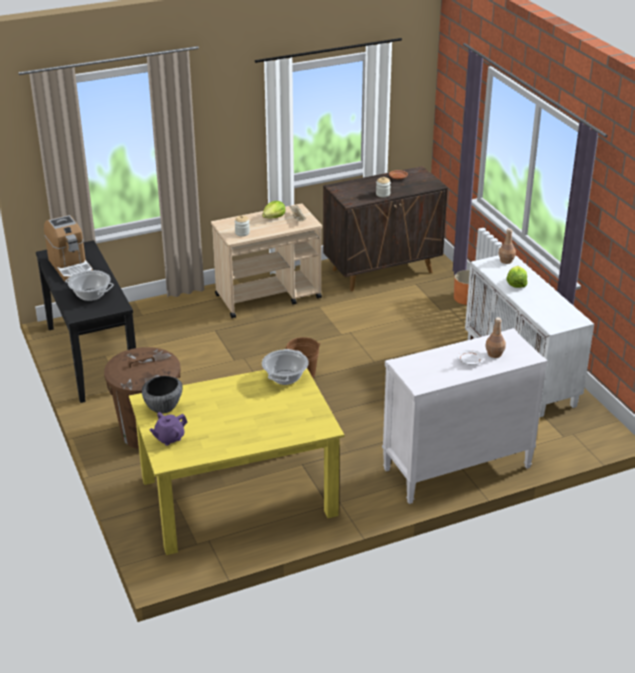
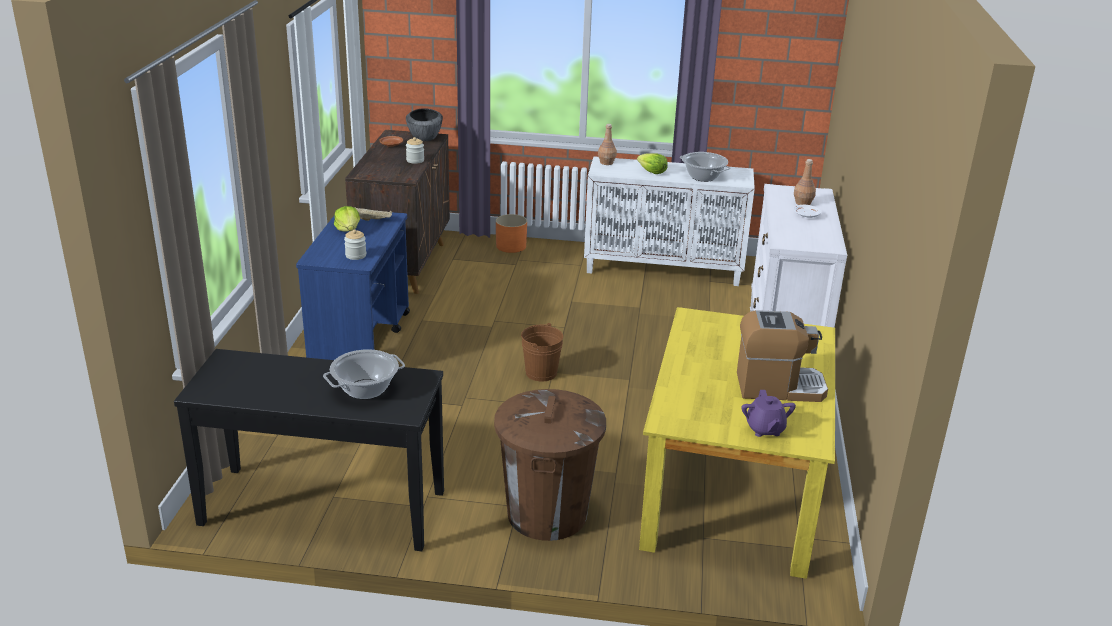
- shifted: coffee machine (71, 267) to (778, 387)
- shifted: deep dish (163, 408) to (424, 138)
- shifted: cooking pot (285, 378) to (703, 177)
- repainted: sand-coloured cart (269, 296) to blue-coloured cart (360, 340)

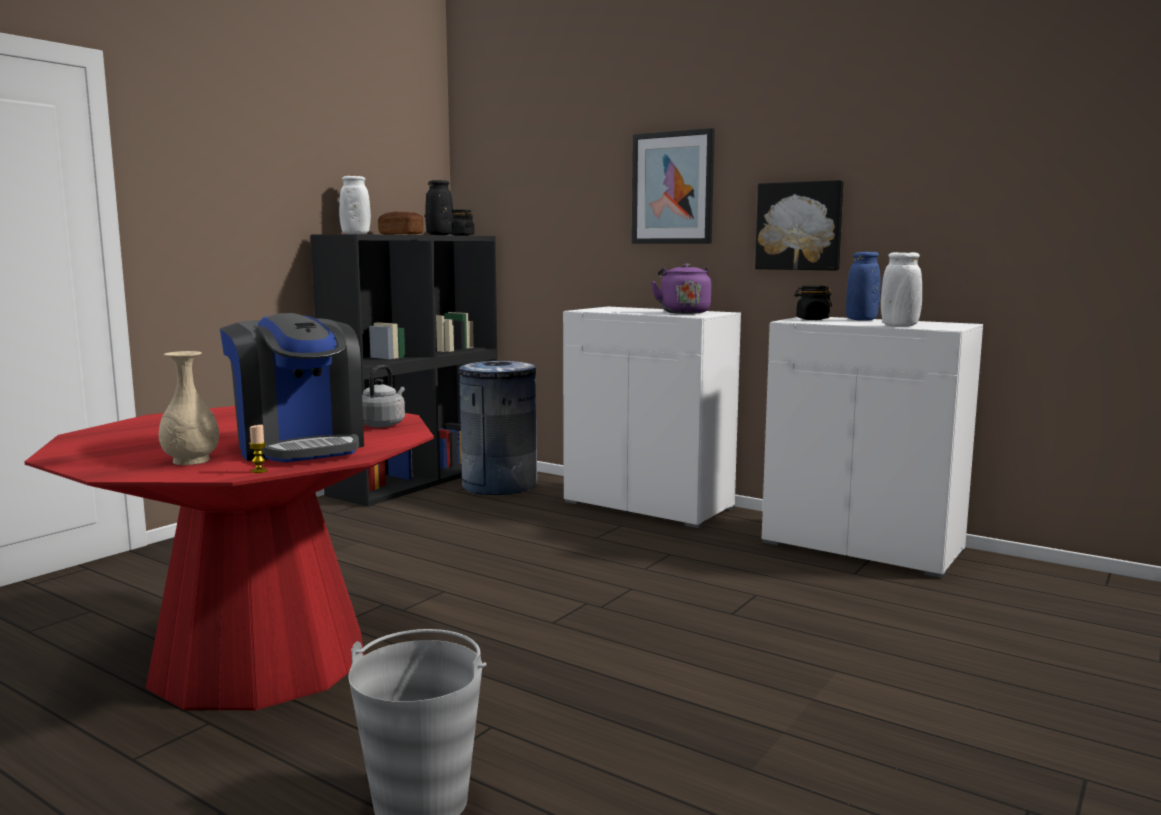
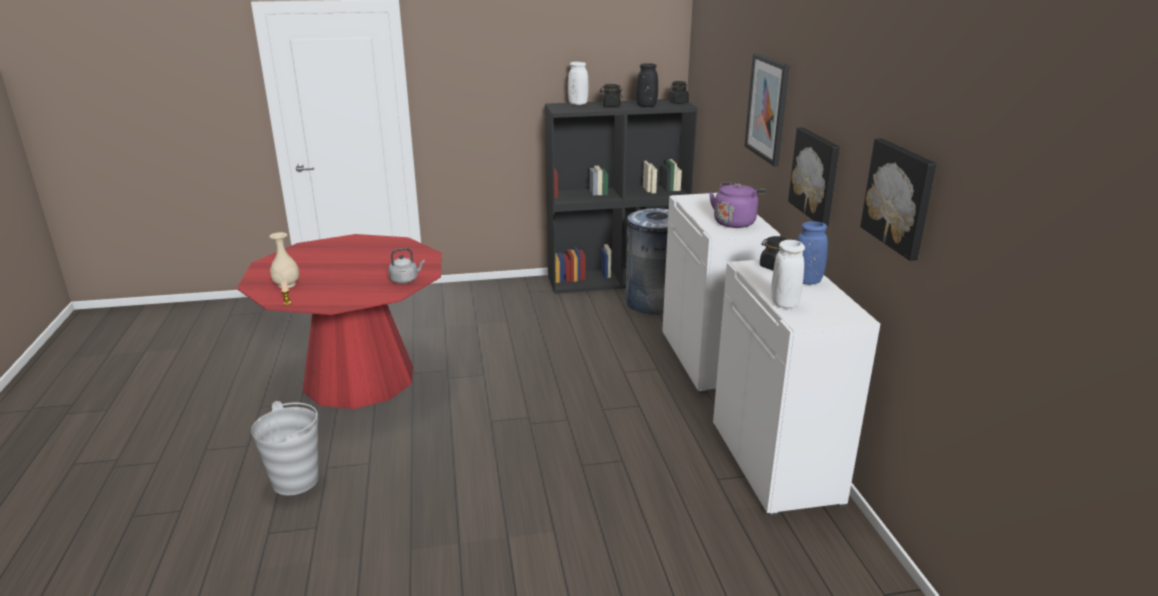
- gone: coffee machine (299, 447)
- new: wall picture (900, 197)
- swapped: baked bread (400, 234) to black-coloured preserve jar (610, 106)

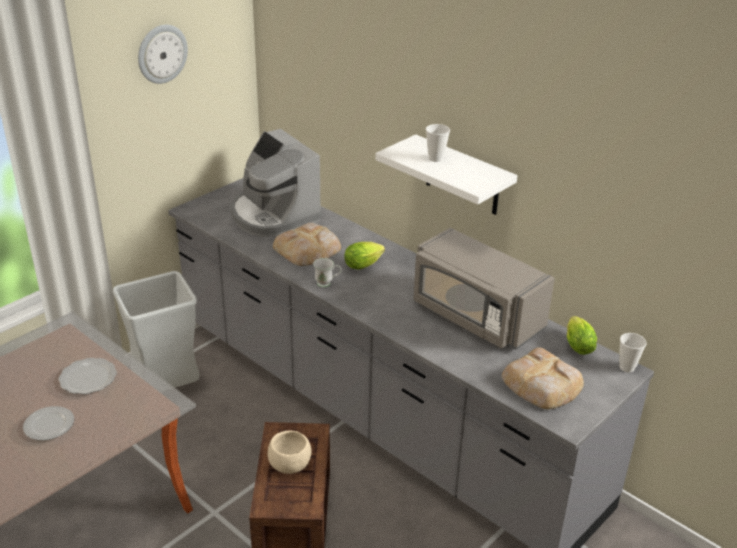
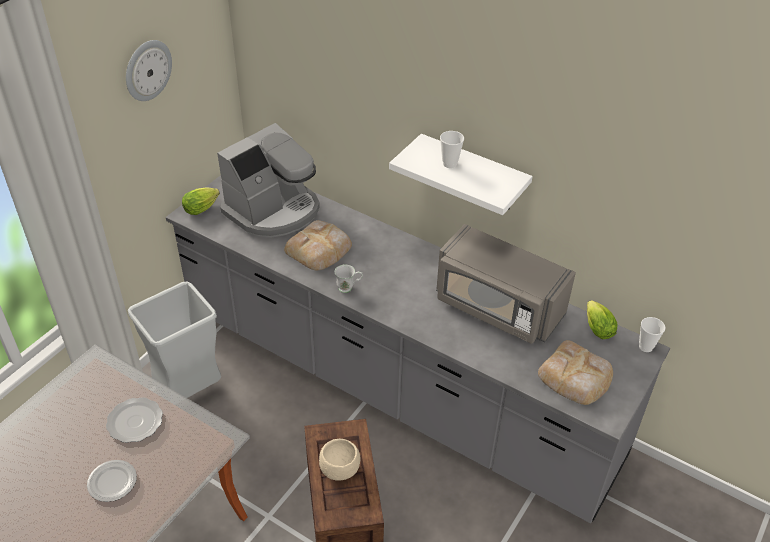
- shifted: lettuce (365, 264) to (203, 208)
- rotated: coffee machine (273, 215) = (274, 211) 90 degrees counterclockwise

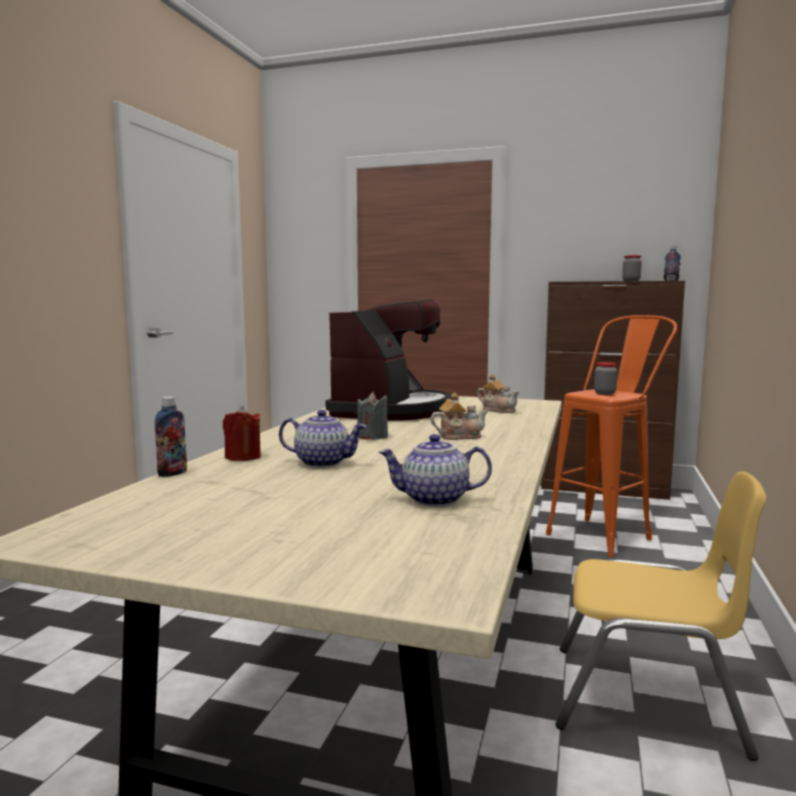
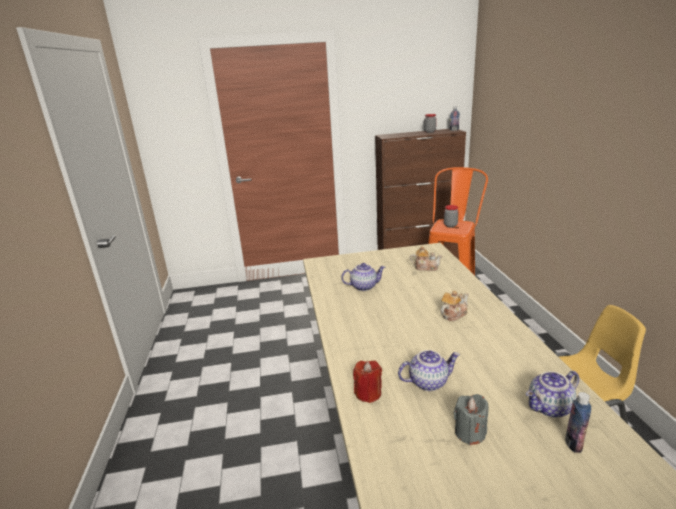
- shifted: drink bottle (172, 473) to (573, 443)
- shifted: grey candle (372, 437) to (470, 433)
- swapped: coffee machine (391, 410) to pot for tea (364, 286)

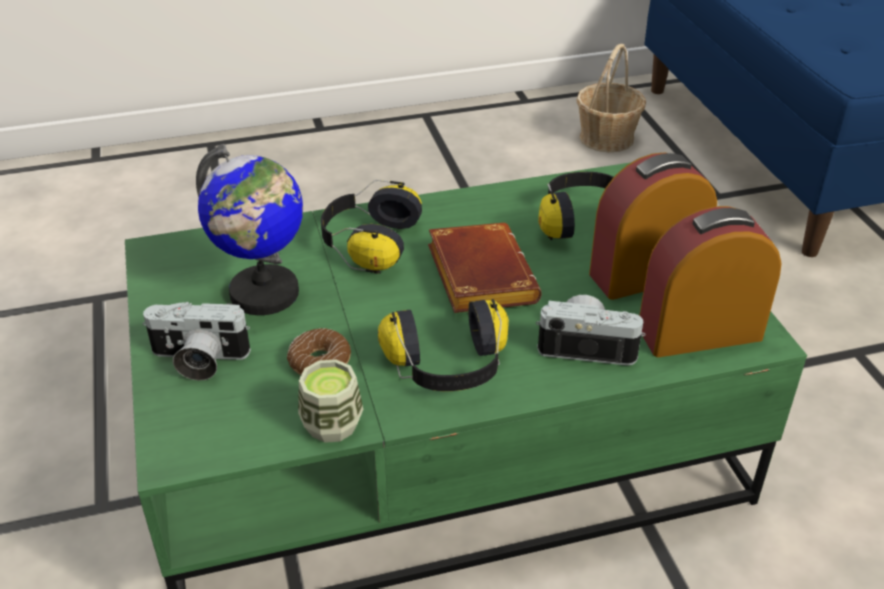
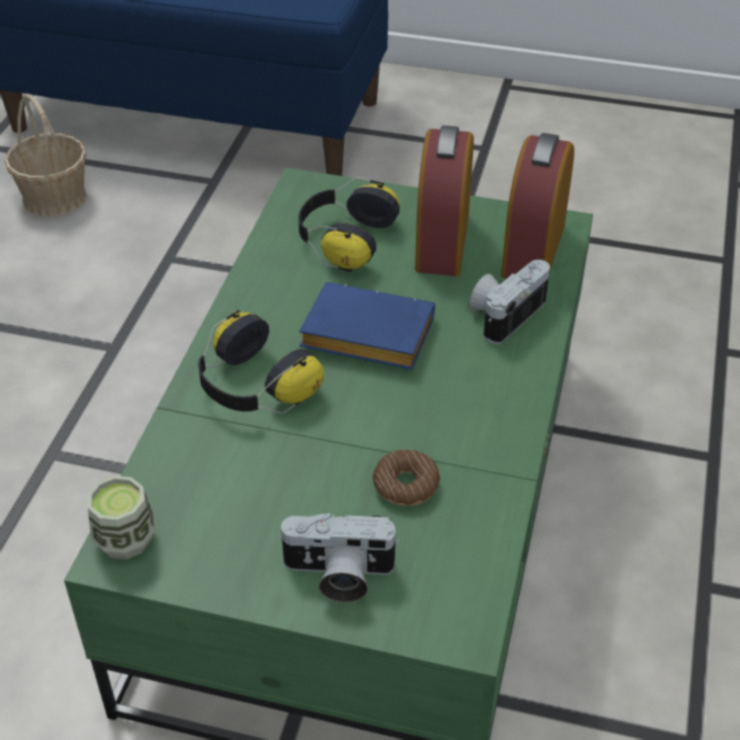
- gone: desk globe (264, 294)
- gone: pair of headphones (449, 368)
- shifted: cup (332, 424) to (125, 539)
- repainted: brown volume (477, 275) to blue-coloured volume (363, 336)
- rotated: still camera (198, 360) = (337, 575) 60 degrees clockwise

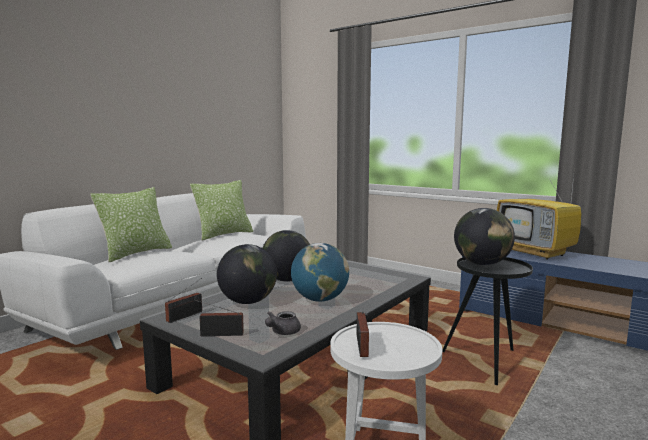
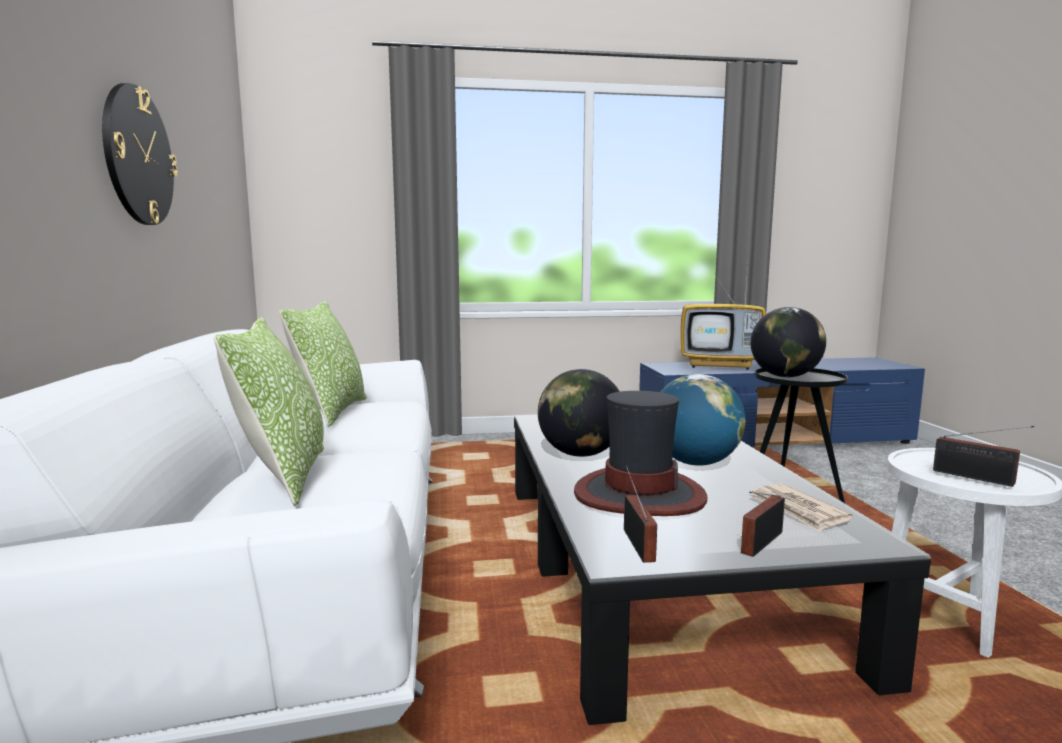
- new: clock on the wall (138, 156)
- swapped: desk globe (248, 302) to wearable hat (638, 494)
- swapped: grey pot for tea (282, 332) to daily paper (797, 510)

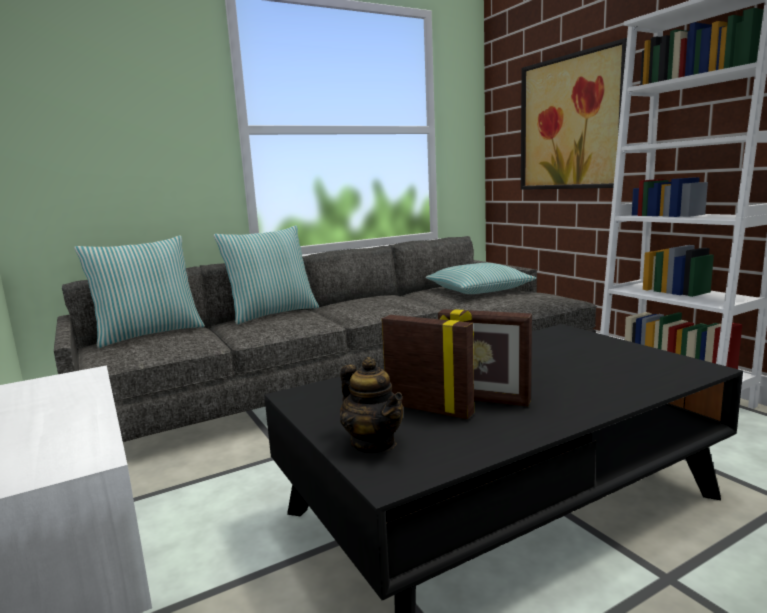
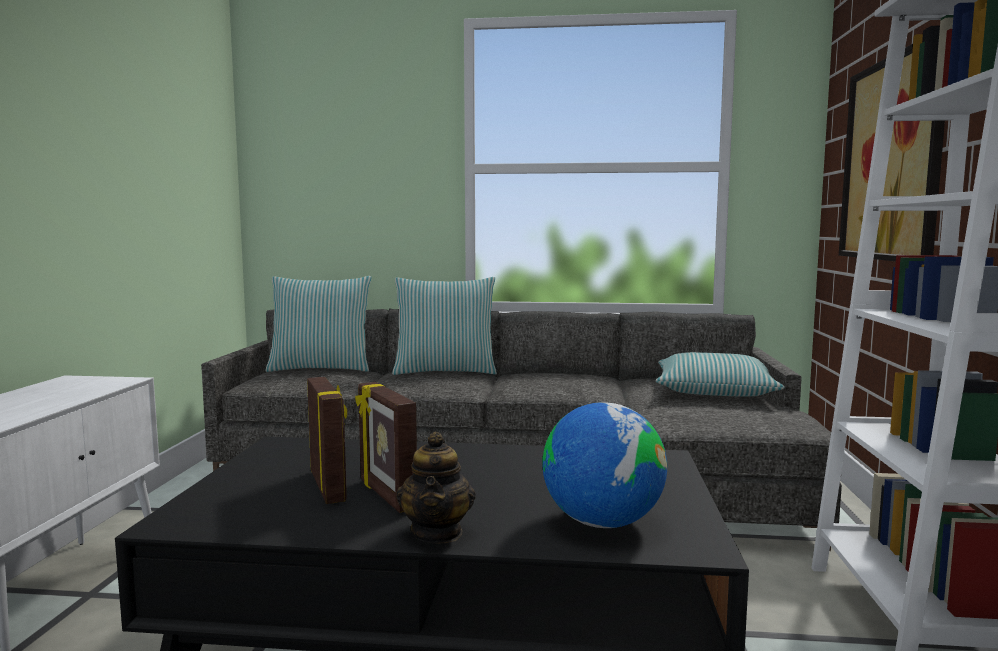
- new: desk globe (602, 522)
- shifted: pot for tea (373, 443) to (437, 532)

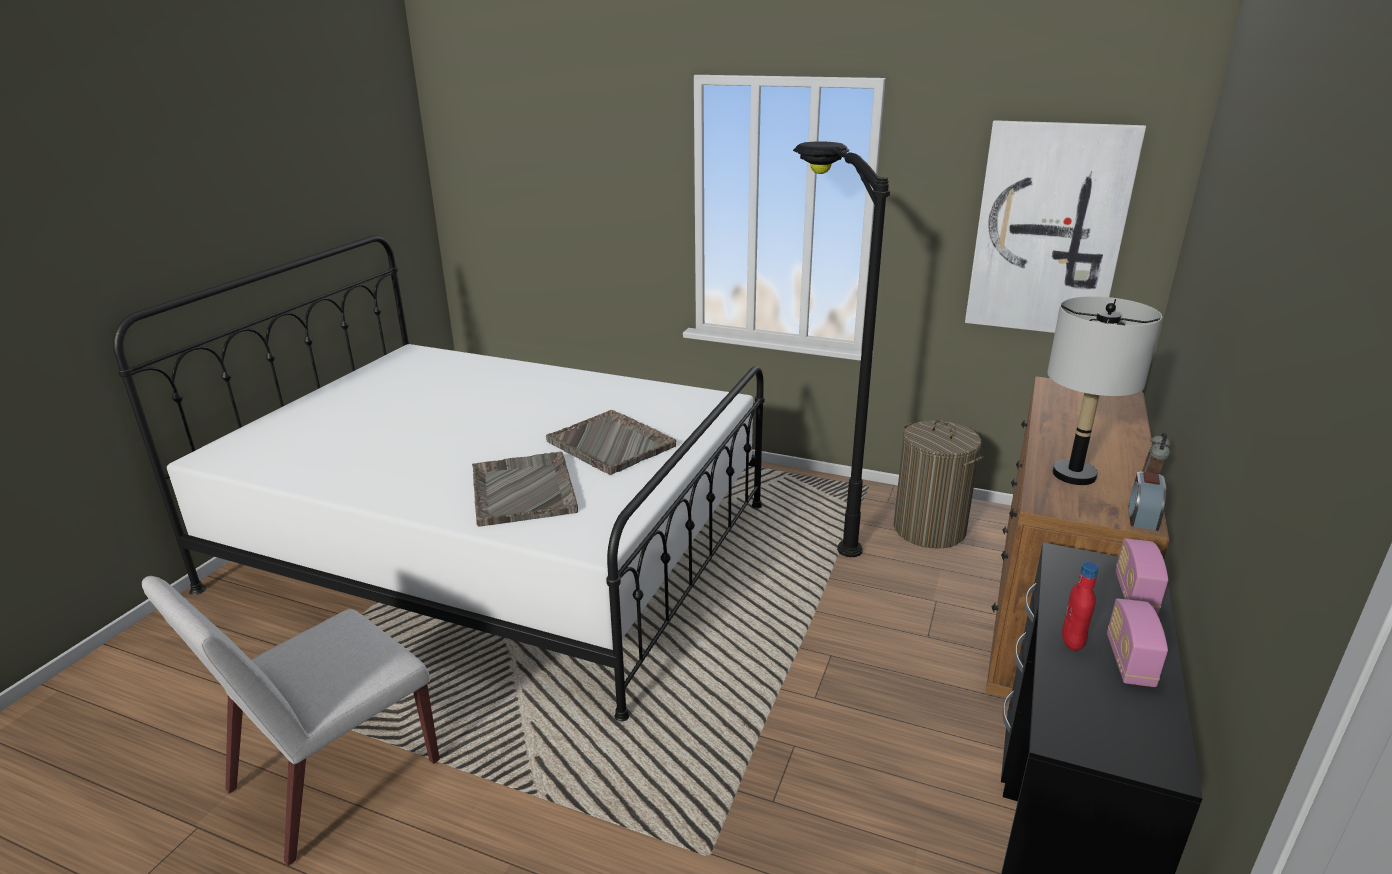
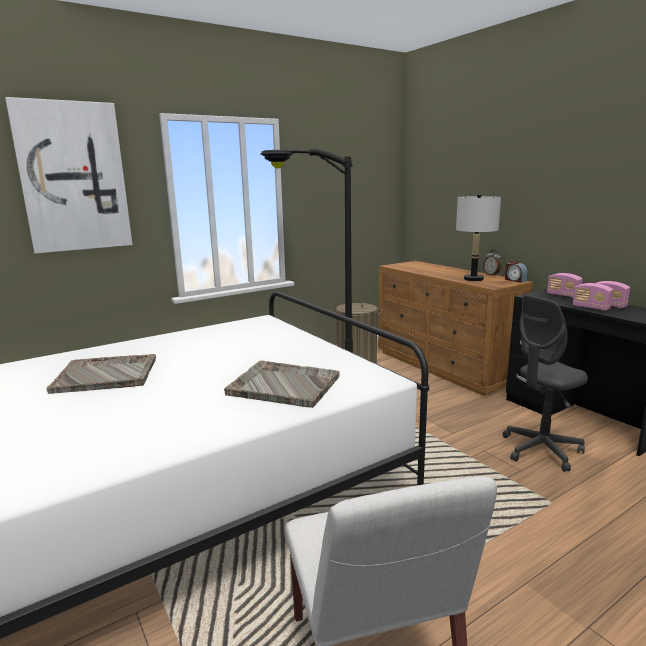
- new: grey office chair (541, 450)
- shifted: grey tray (611, 444) to (107, 375)
- shifted: wall picture (1048, 230) to (73, 177)
- swapped: reddish drink bottle (1072, 642) to radio (591, 308)

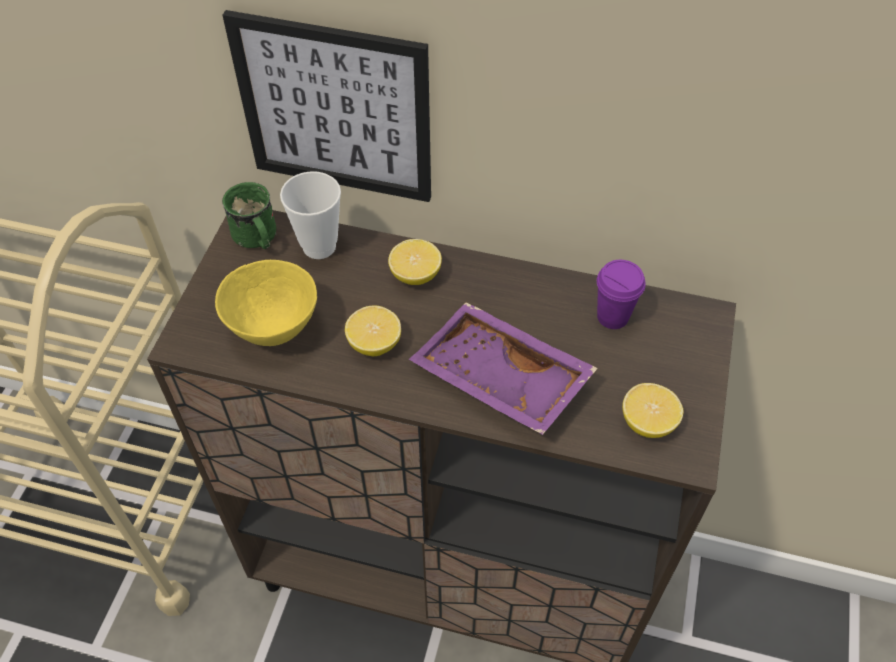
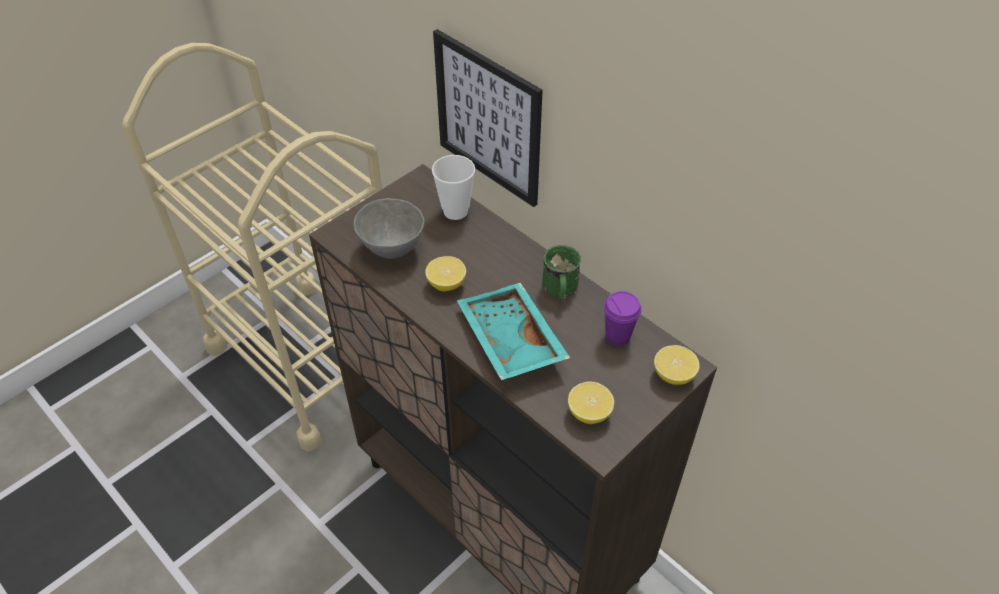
- shifted: green mug (257, 239) to (559, 290)
- shifted: citrus fruit (415, 275) to (673, 375)
- repainted: yellow-coloured deep dish (273, 330) to grey deep dish (391, 249)
- repainted: purplish tray (498, 380) to turquoise tray (508, 341)

